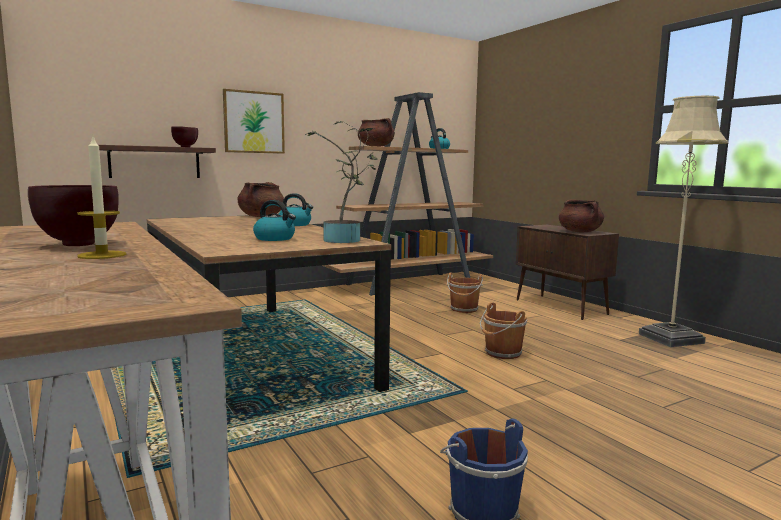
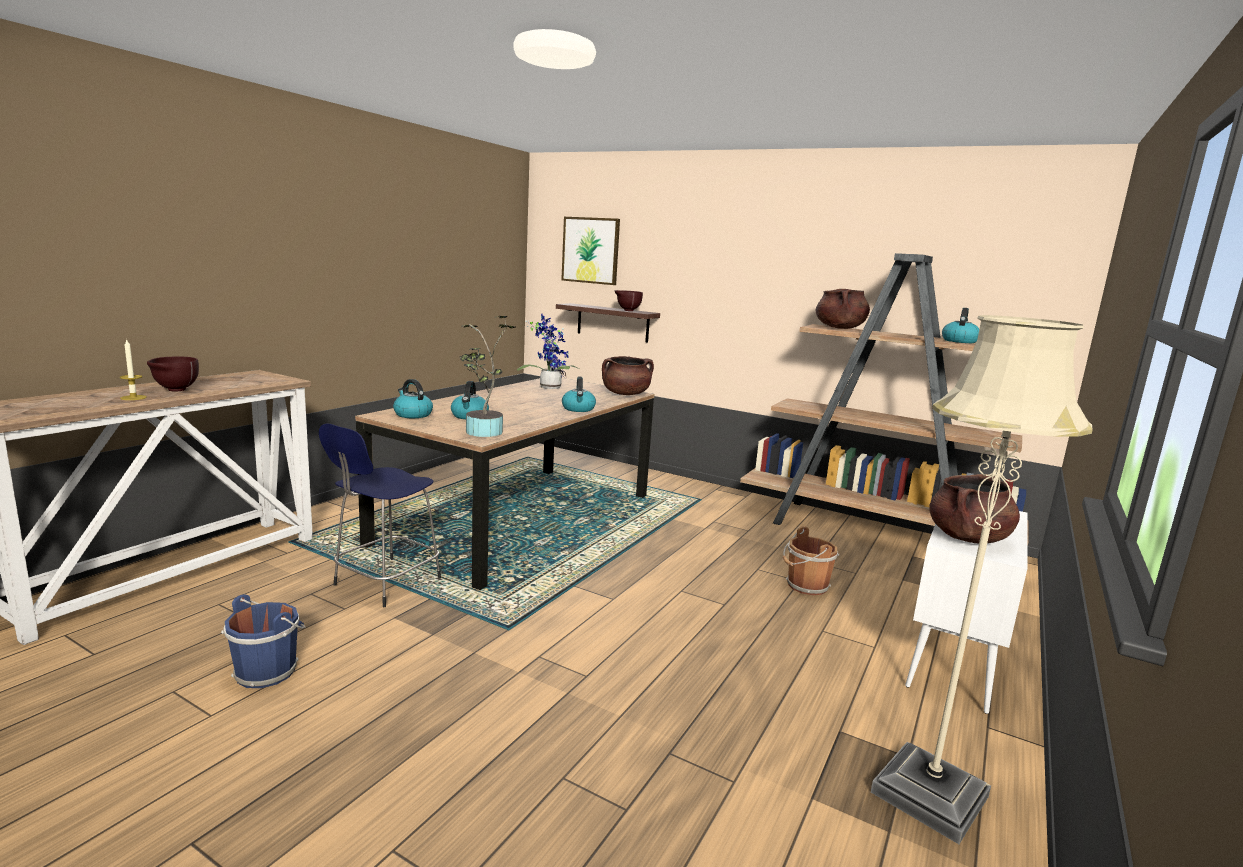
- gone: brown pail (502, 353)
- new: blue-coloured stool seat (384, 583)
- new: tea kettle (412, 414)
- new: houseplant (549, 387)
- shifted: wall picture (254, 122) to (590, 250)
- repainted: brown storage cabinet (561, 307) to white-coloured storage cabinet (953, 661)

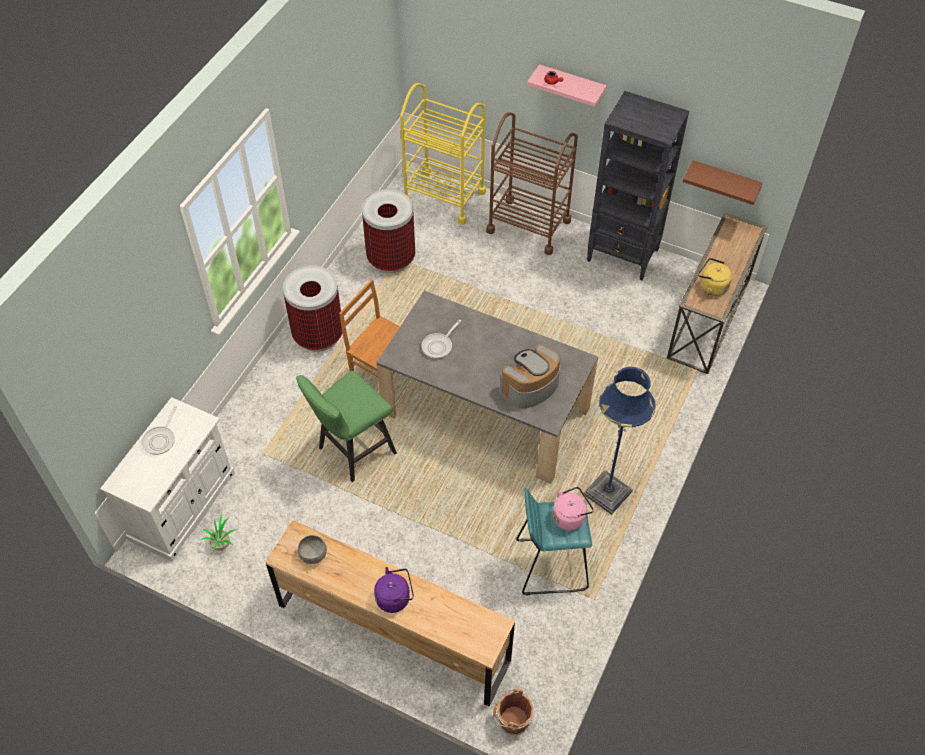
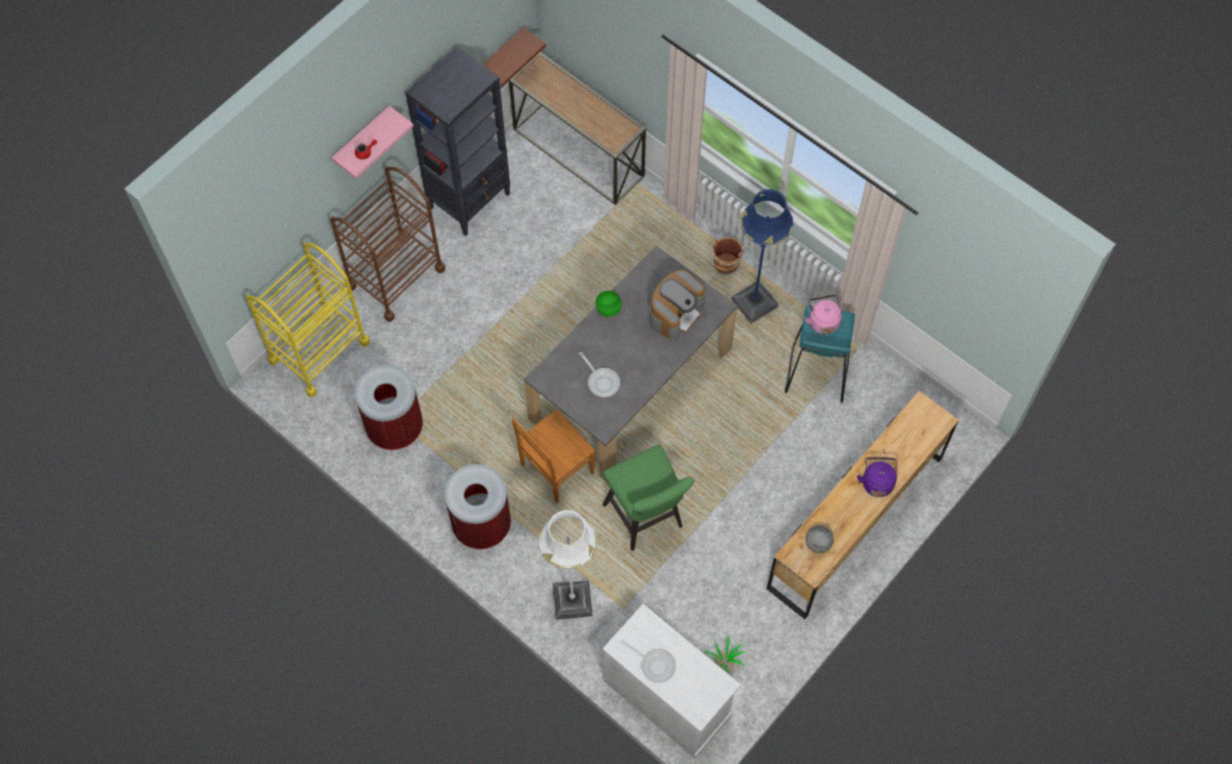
- gone: yellow-coloured tea kettle (711, 286)
- new: white-coloured standard lamp (572, 600)
- new: green deep dish (607, 309)
- shifted: brown pail (512, 720) to (725, 265)
- rotated: coffee machine (530, 386) = (675, 312) 120 degrees counterclockwise

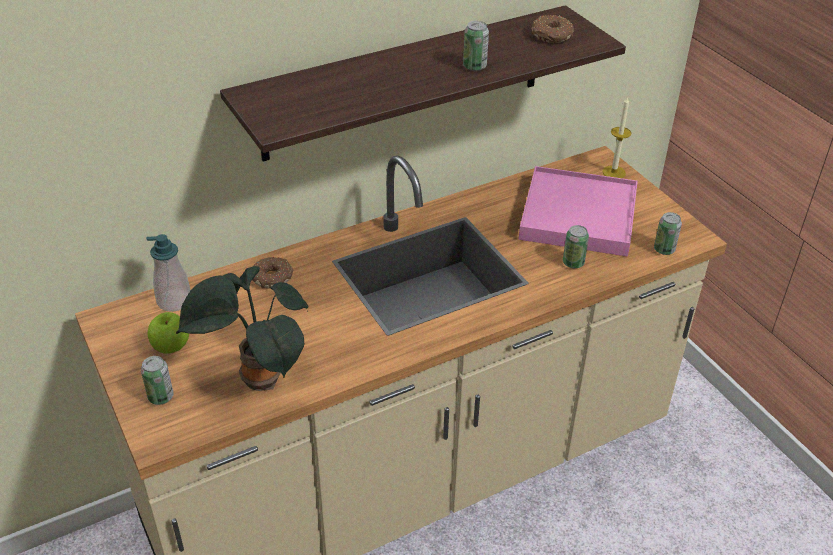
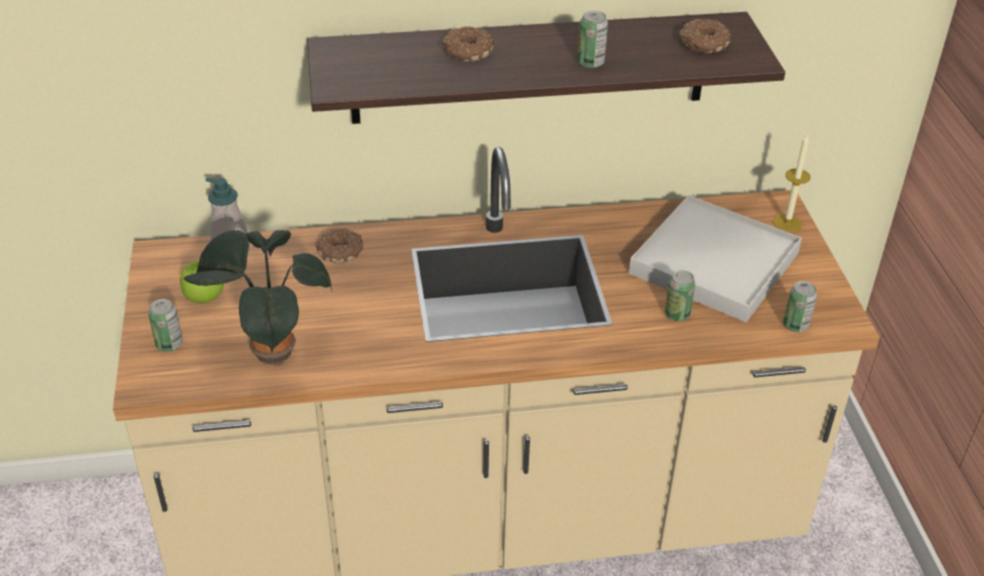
- new: doughnut (467, 52)
- repainted: pinkish tray (578, 216) to white-coloured tray (714, 263)

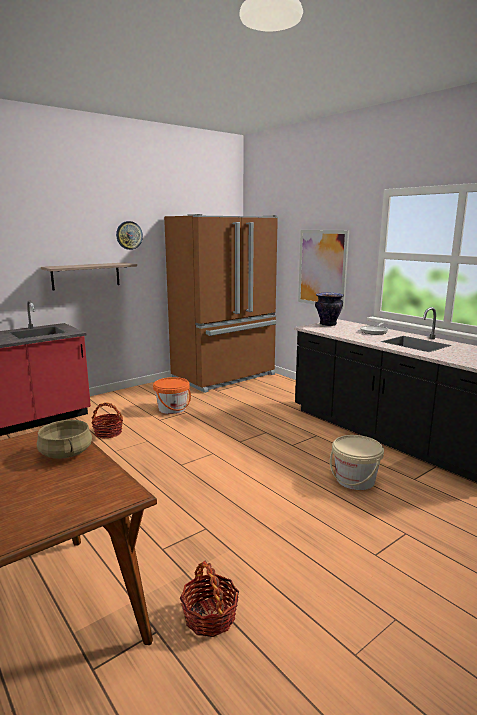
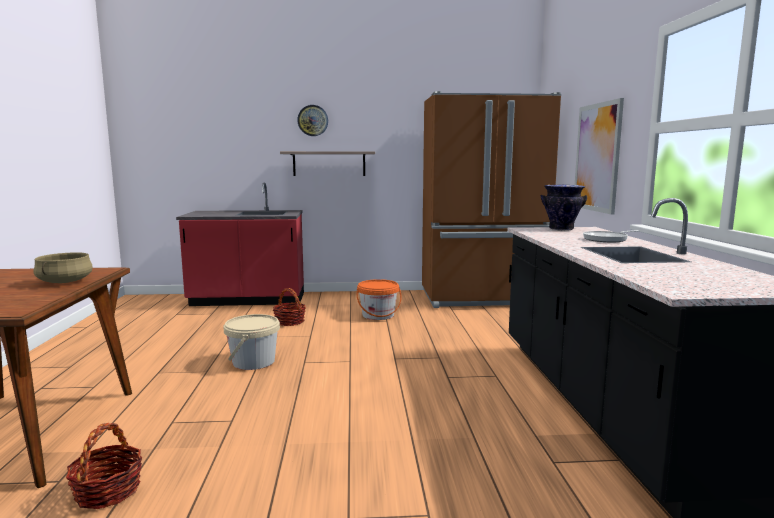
- shifted: clock on the wall (129, 235) to (312, 120)
- shifted: sand-coloured pail (355, 480) to (253, 362)

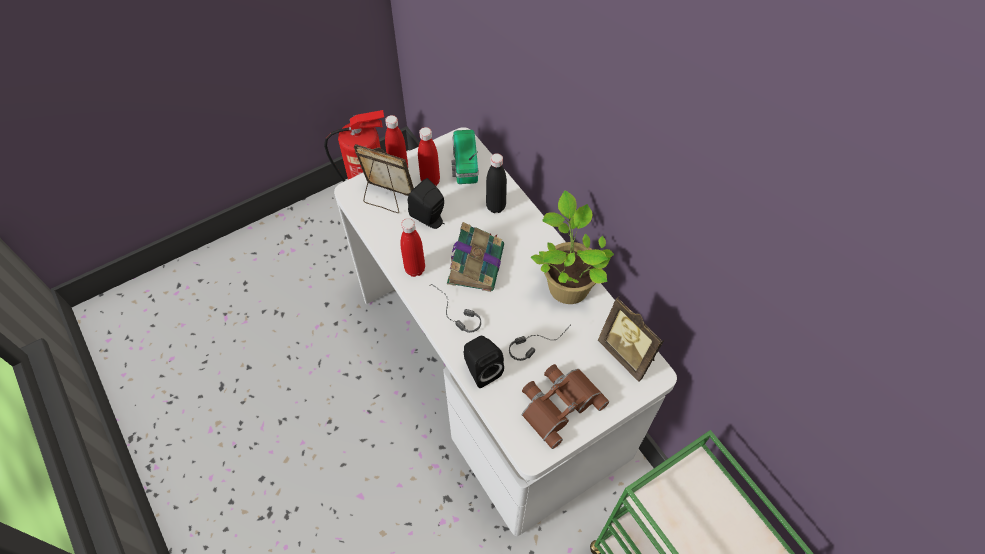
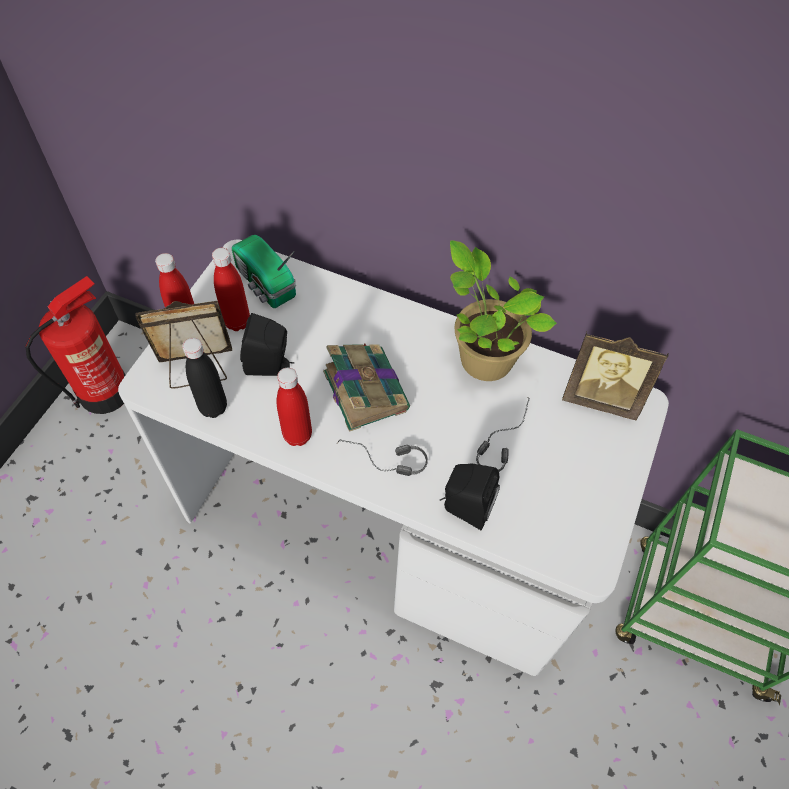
- gone: brown pair of binoculars (559, 403)
- shifted: black-coloured drink bottle (496, 206) to (213, 407)

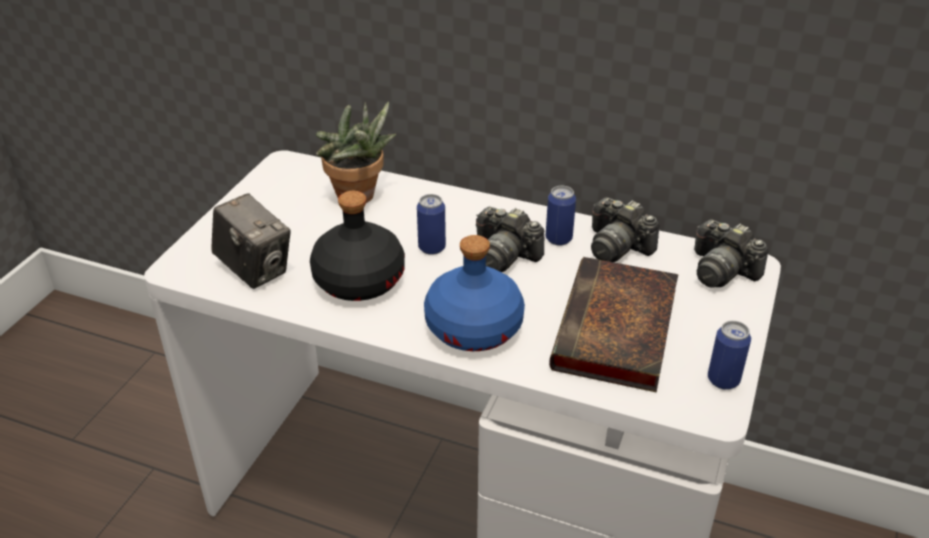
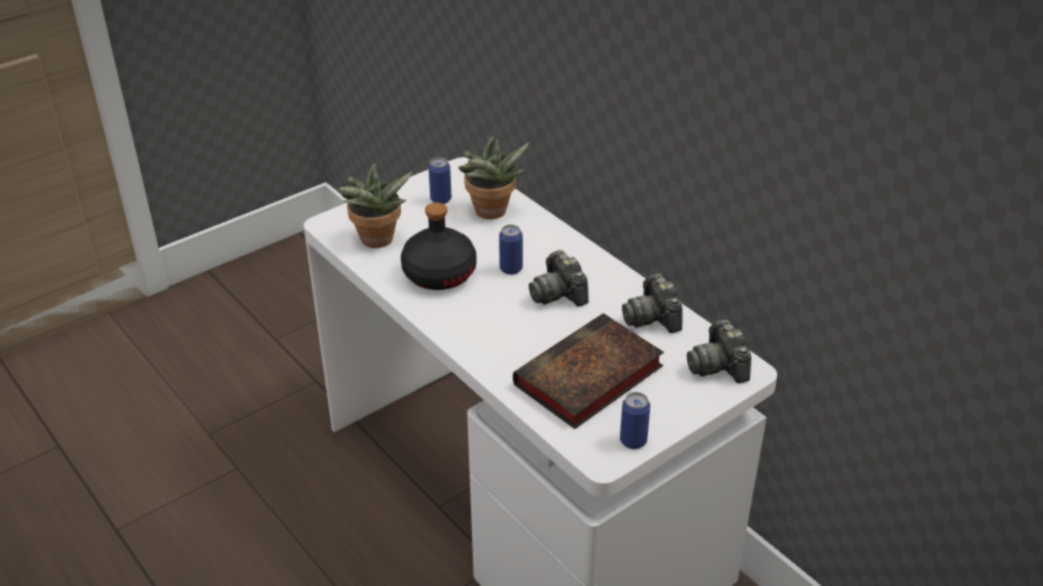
- gone: blue-coloured drink bottle (474, 328)
- shifted: can (558, 239) to (441, 199)
- swapped: still camera (255, 269) to houseplant (377, 242)

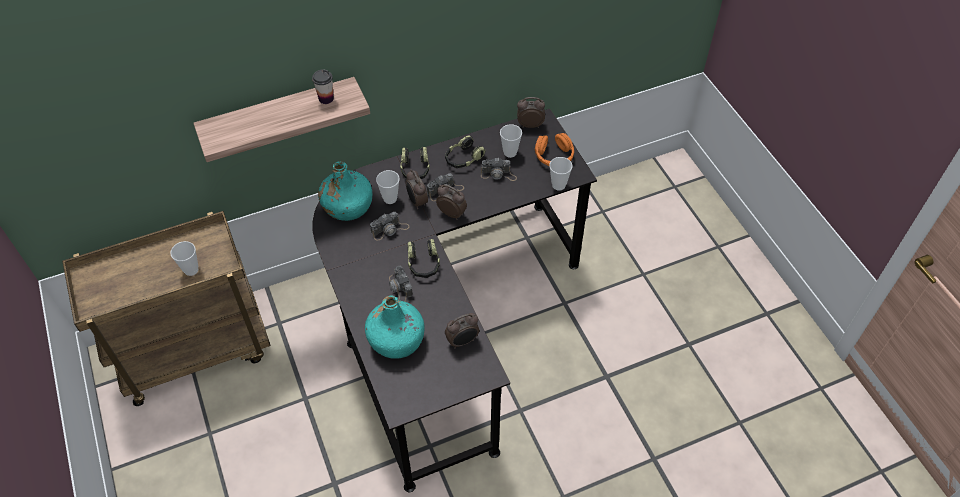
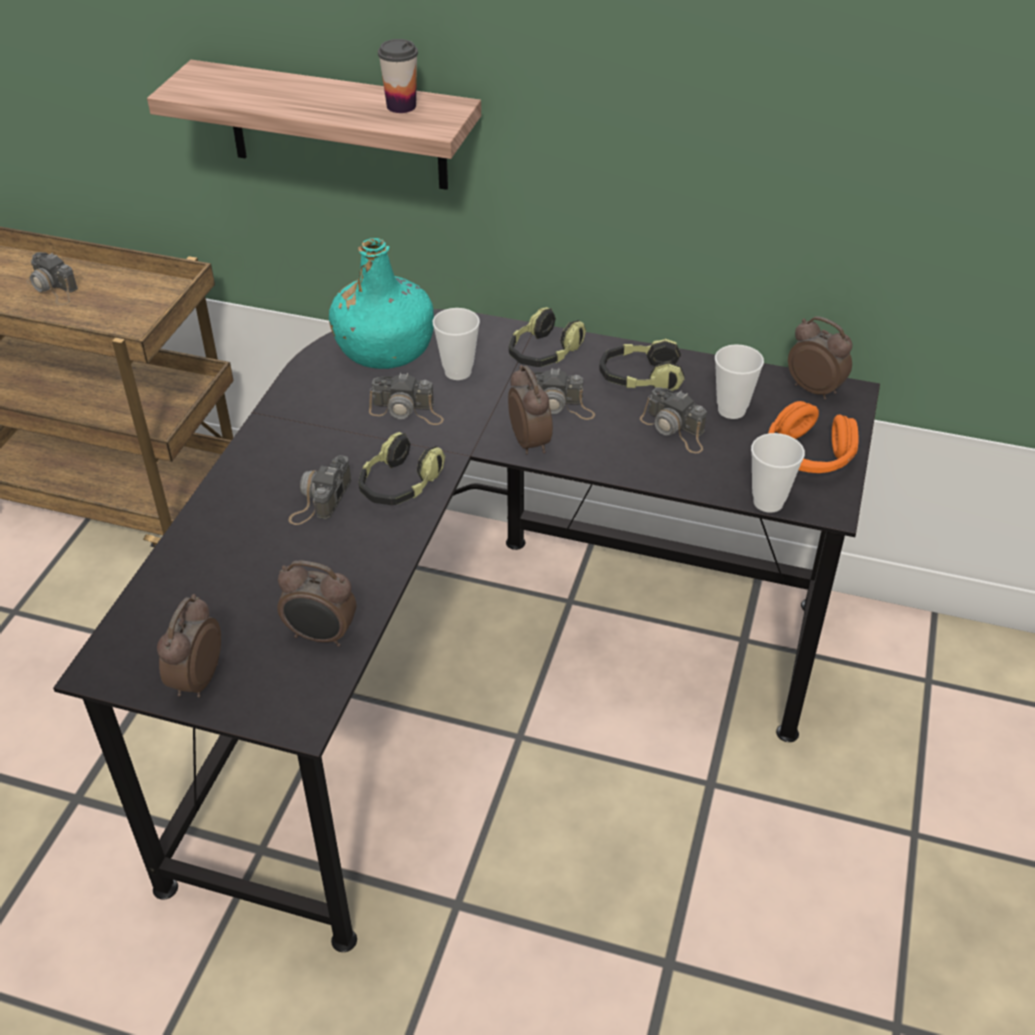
- gone: cup (191, 270)
- gone: turquoise drink bottle (397, 339)
- new: still camera (53, 288)
- shifted: table clock (417, 202) to (196, 680)

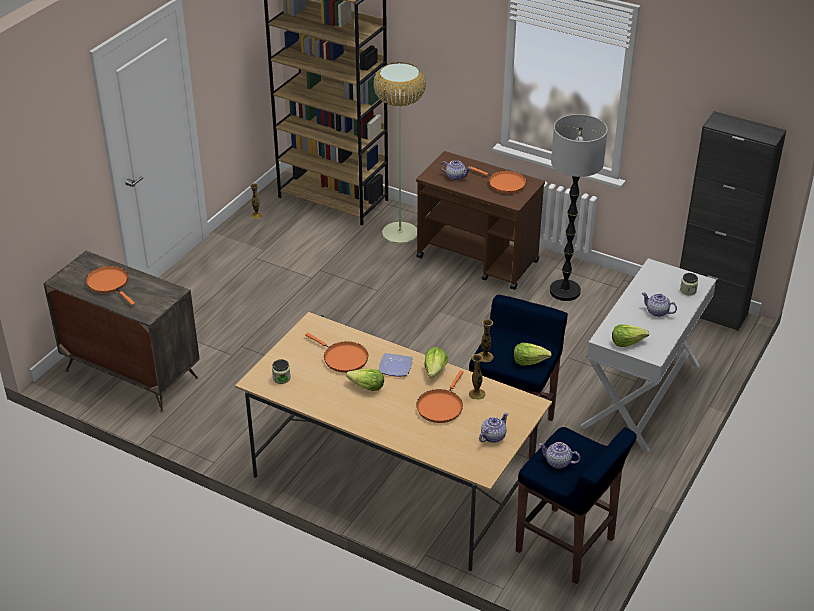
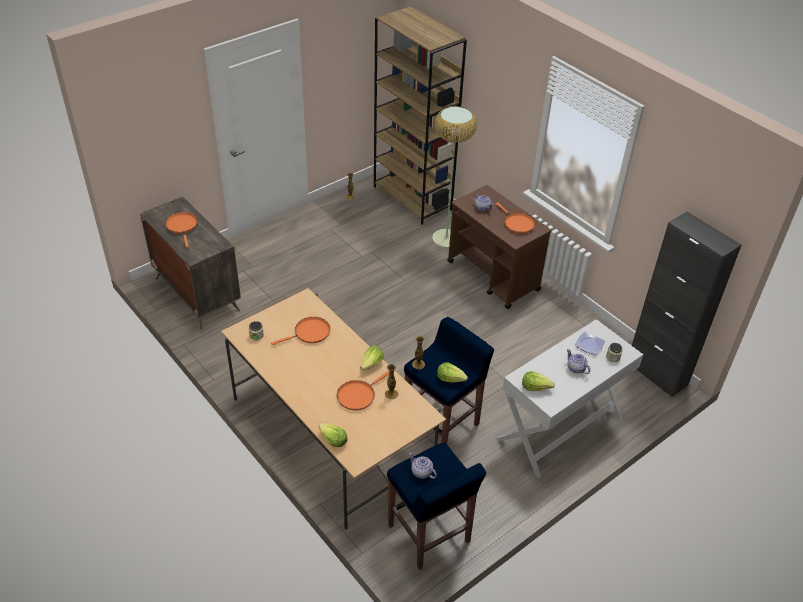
- gone: pot for tea (492, 437)
- gone: standard lamp (564, 291)
- shifted: lettuce (366, 387) to (333, 440)
- shifted: flat dish (394, 367) to (588, 345)
- rotated: orange pan (343, 358) = (310, 333) 90 degrees counterclockwise

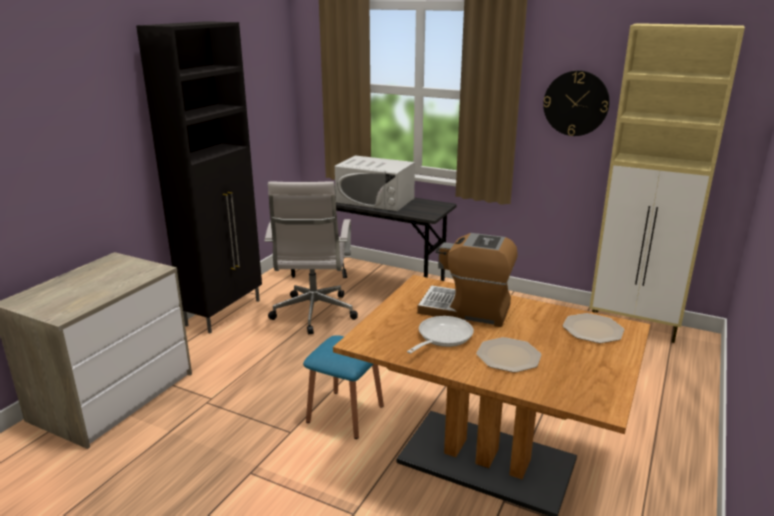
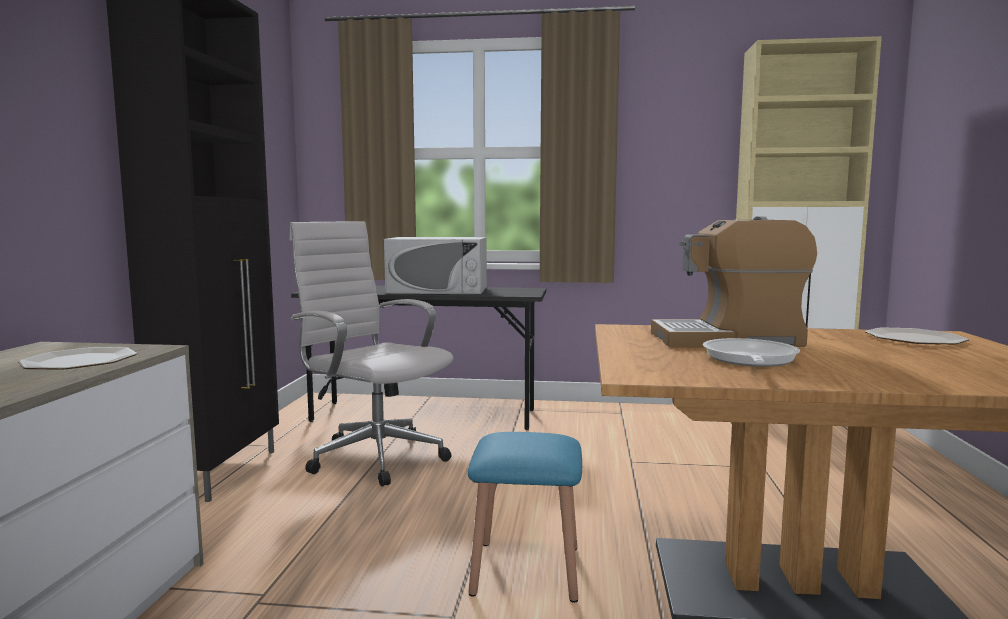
- gone: clock on the wall (576, 103)
- shifted: flat dish (508, 356) to (79, 361)
- rotated: white-coloured office chair (313, 315) = (374, 457) 150 degrees clockwise

